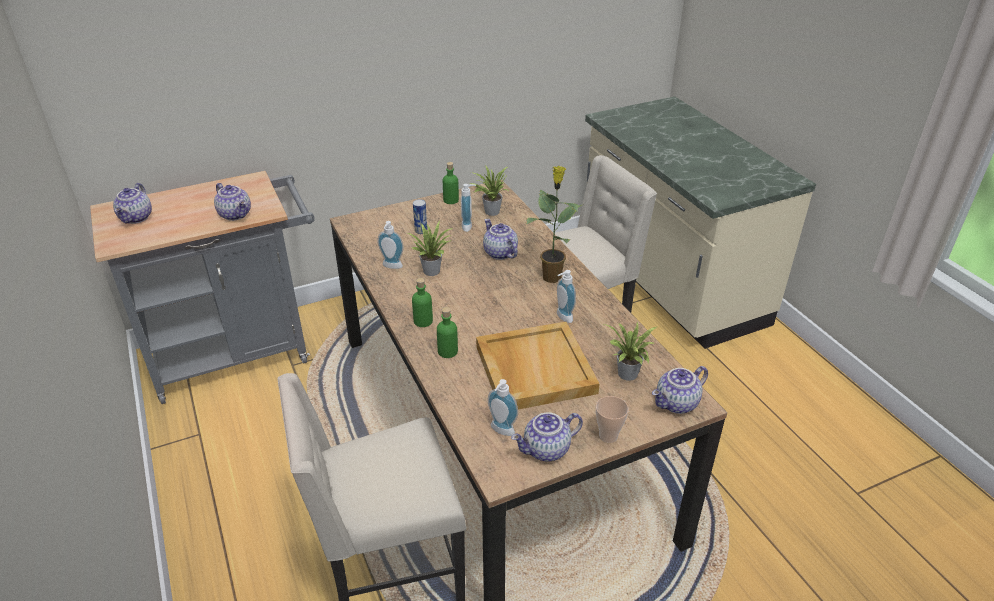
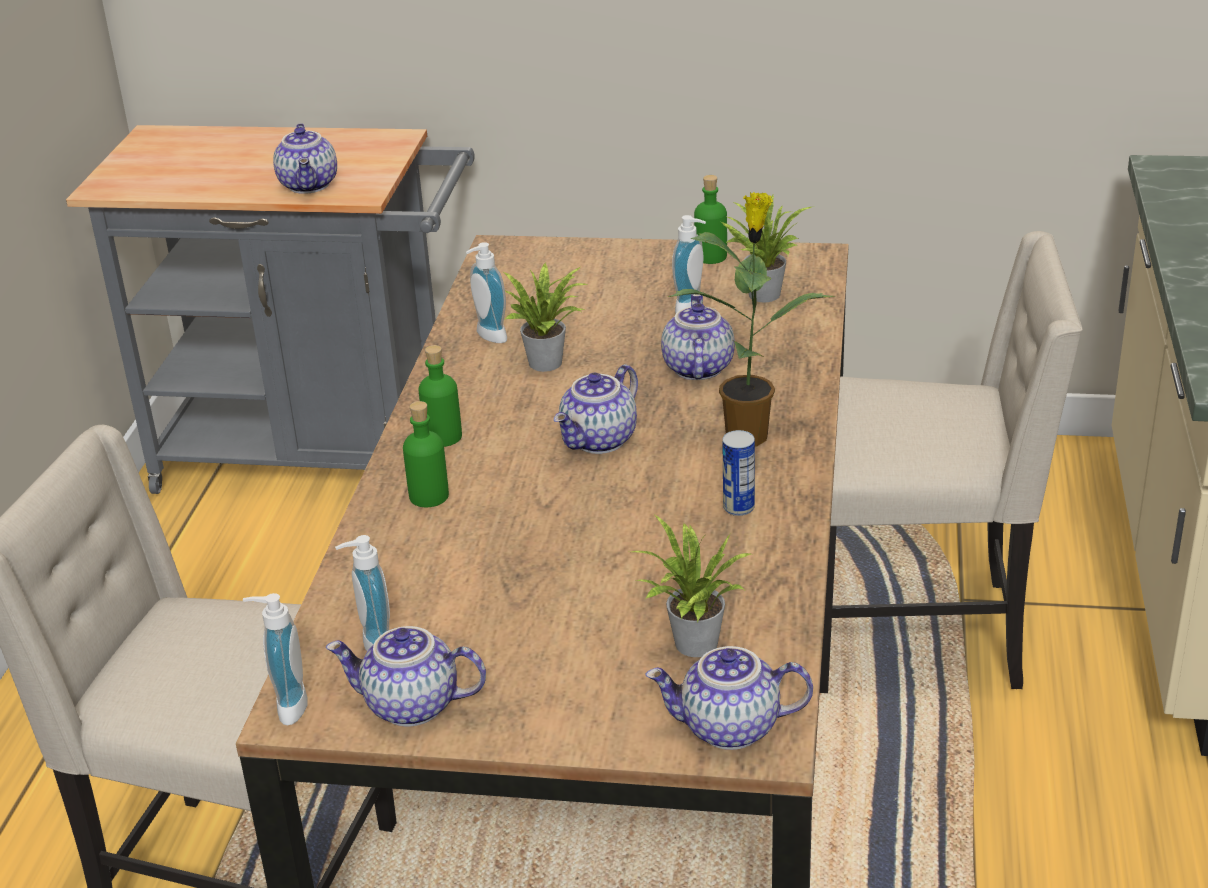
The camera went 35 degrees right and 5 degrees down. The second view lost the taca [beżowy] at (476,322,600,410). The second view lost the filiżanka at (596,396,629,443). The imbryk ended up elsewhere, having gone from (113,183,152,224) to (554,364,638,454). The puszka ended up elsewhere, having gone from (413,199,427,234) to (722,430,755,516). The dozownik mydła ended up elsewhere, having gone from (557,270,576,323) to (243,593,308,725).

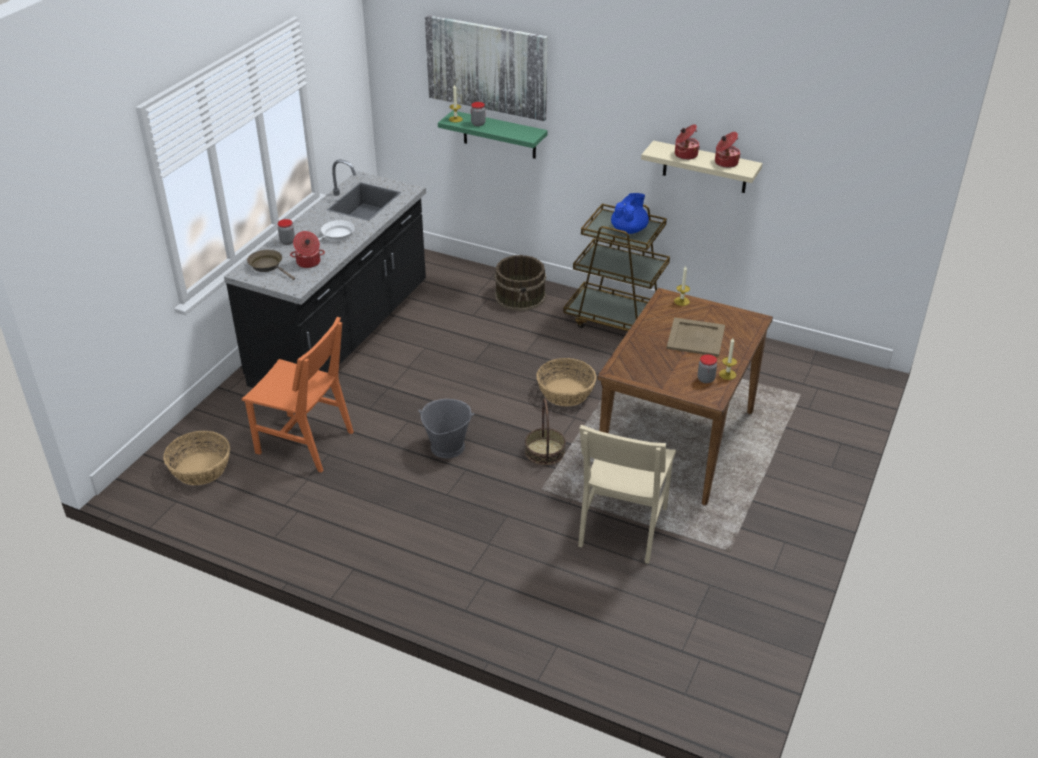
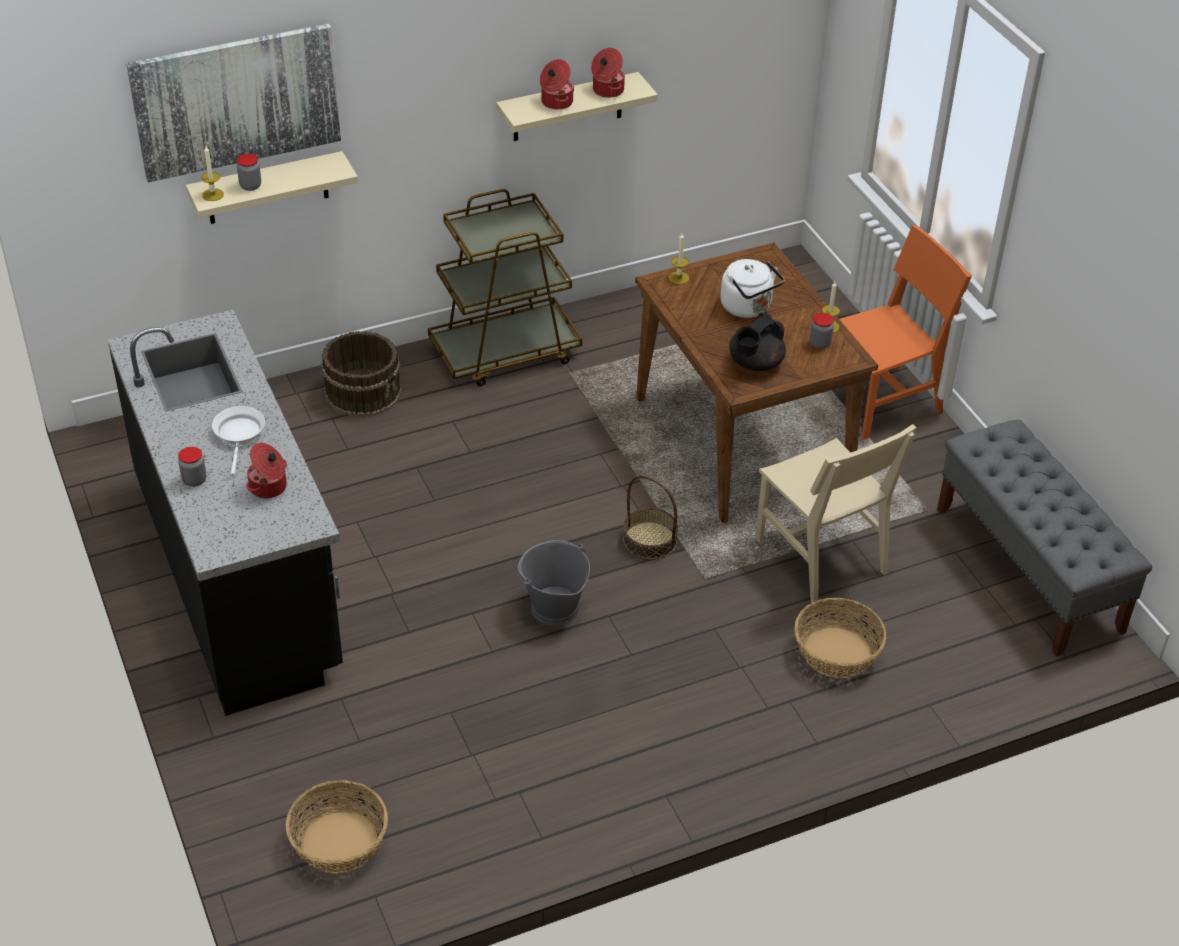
The camera went 50 degrees left and 5 degrees up. The second view lost the patelnia [brązowy] at (247,250,295,280). The second view lost the imbryk [niebieski] at (611,193,649,234). The second view gained the imbryk [czarny] at (729,312,786,371). The second view gained the ławka [szary] at (937,419,1152,657). The krzesło [pomarańczowy] ended up elsewhere, having gone from (242,317,354,473) to (822,225,972,440). The koszyk ended up elsewhere, having gone from (536,358,596,407) to (794,598,886,678). Where the taca [beżowy] stood at (666,317,725,357), the czajnik [biały] came to stand at (720,259,785,318). What was the półka [zielony] at (438,110,548,159) turned into the półka [beżowy] at (186,151,358,224).

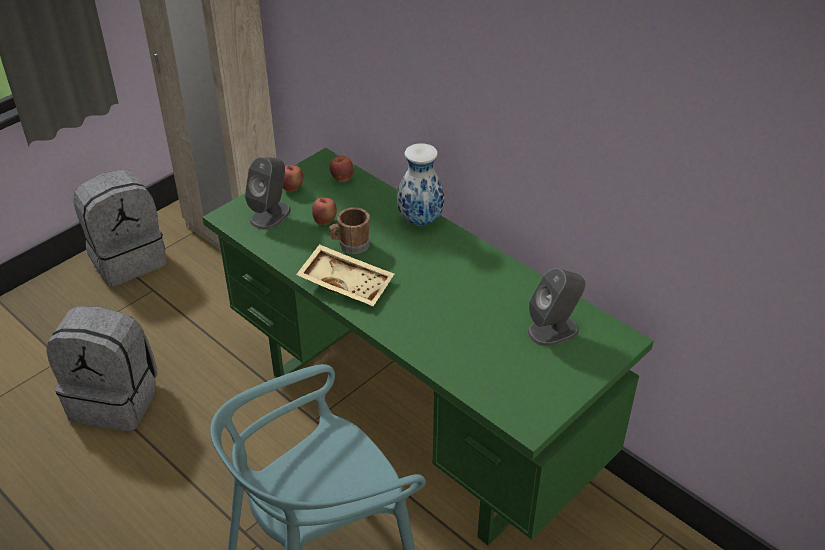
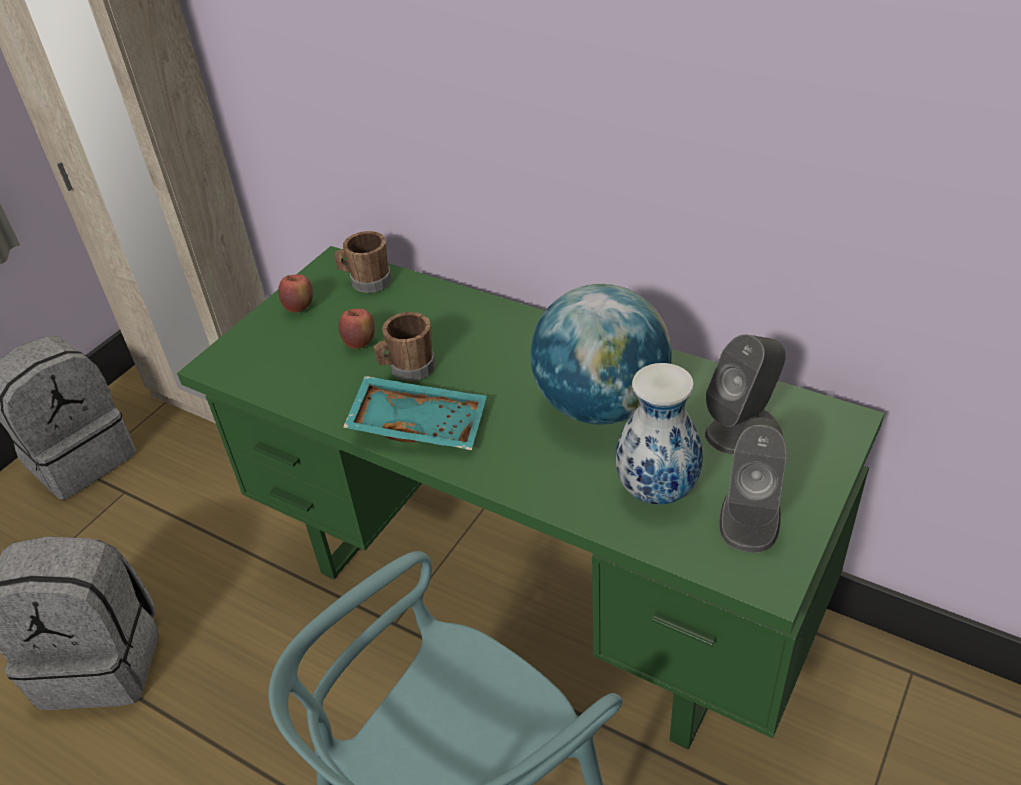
The camera went 10 degrees left and 0 degrees up. The second view gained the globus at (530,284,672,425). The głośnik [szary] ended up elsewhere, having gone from (245,157,291,230) to (720,417,787,553). The wazon ended up elsewhere, having gone from (397,143,445,226) to (616,363,703,505). Where the jabłko stood at (330,156,354,182), the kubek [brązowy] came to stand at (334,231,392,293). What was the taca [beżowy] at (296,244,394,306) turned into the taca [turkusowy] at (343,376,487,450).

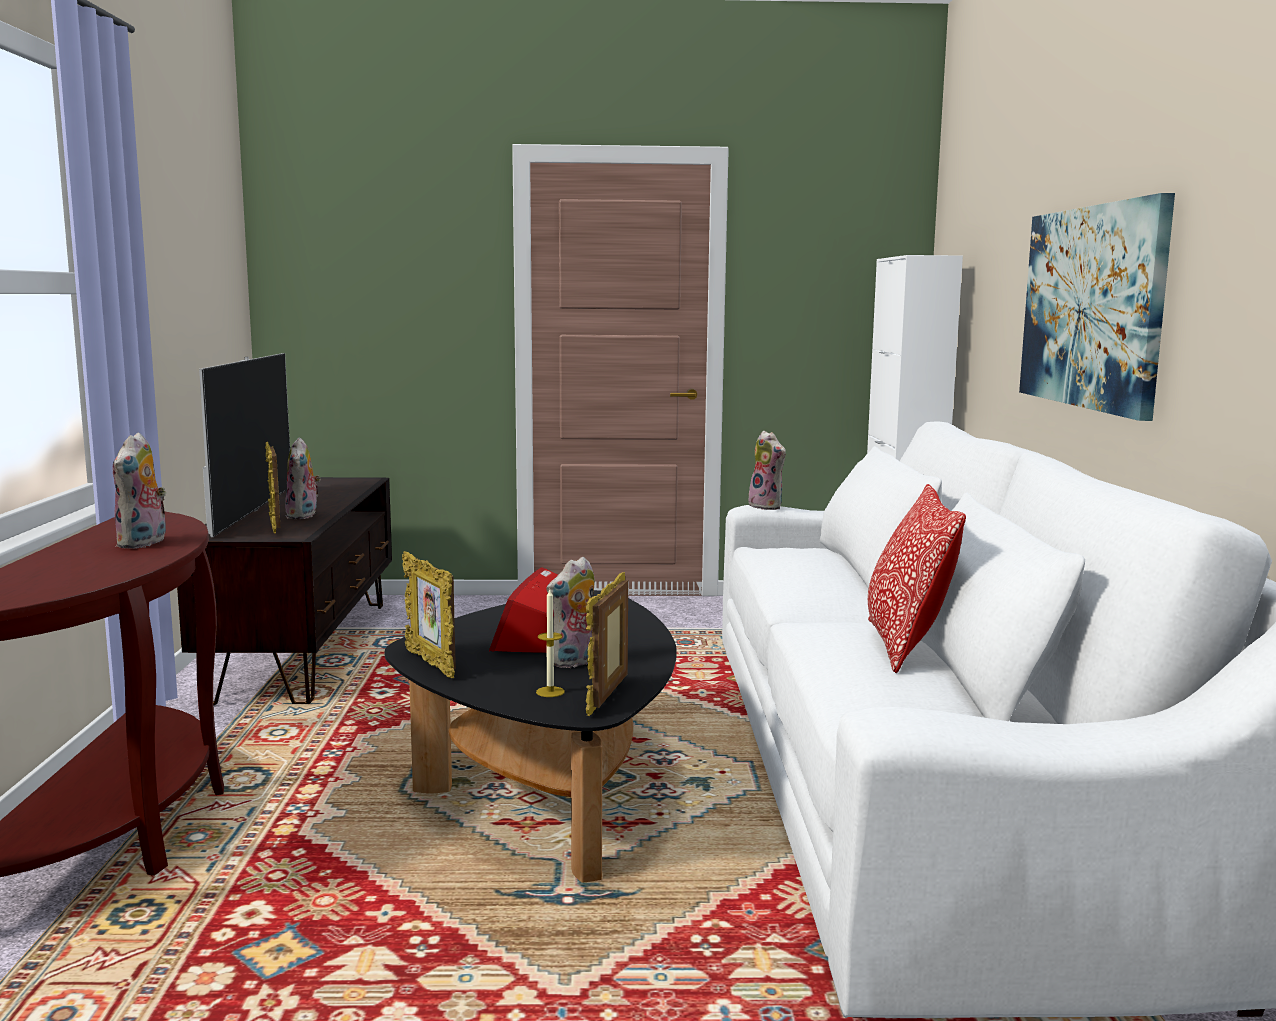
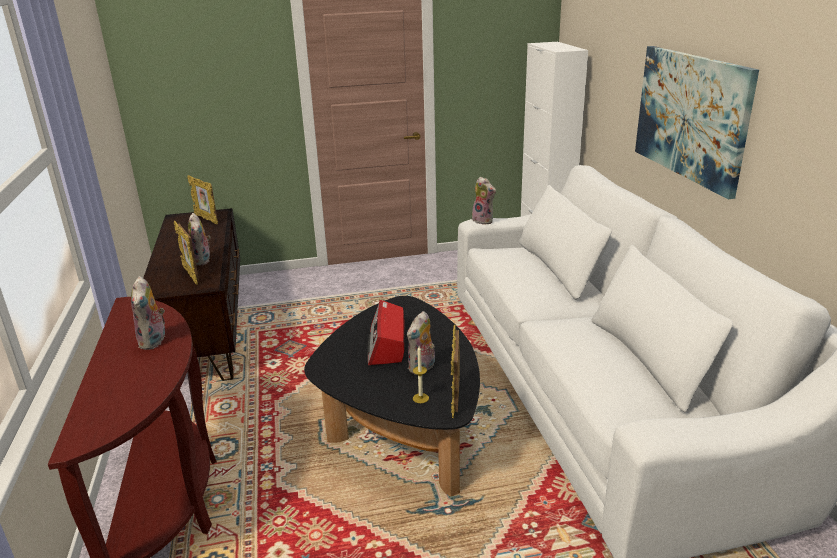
The camera went 10 degrees left and 15 degrees up. The second view lost the telewizor at (199,353,290,537). The second view lost the poduszka at (868,484,966,673). The ramka na zdjęcie ended up elsewhere, having gone from (402,551,456,678) to (187,175,218,224).

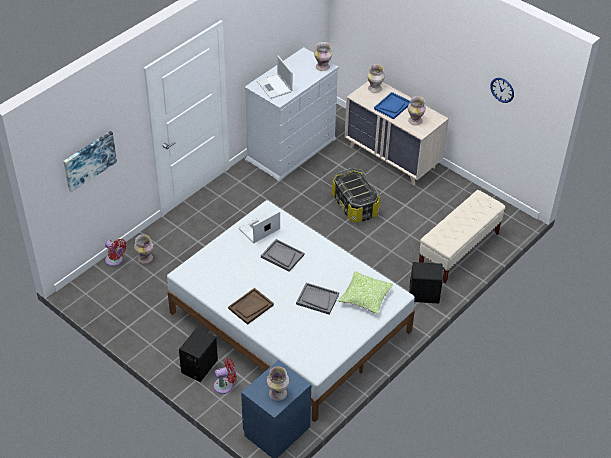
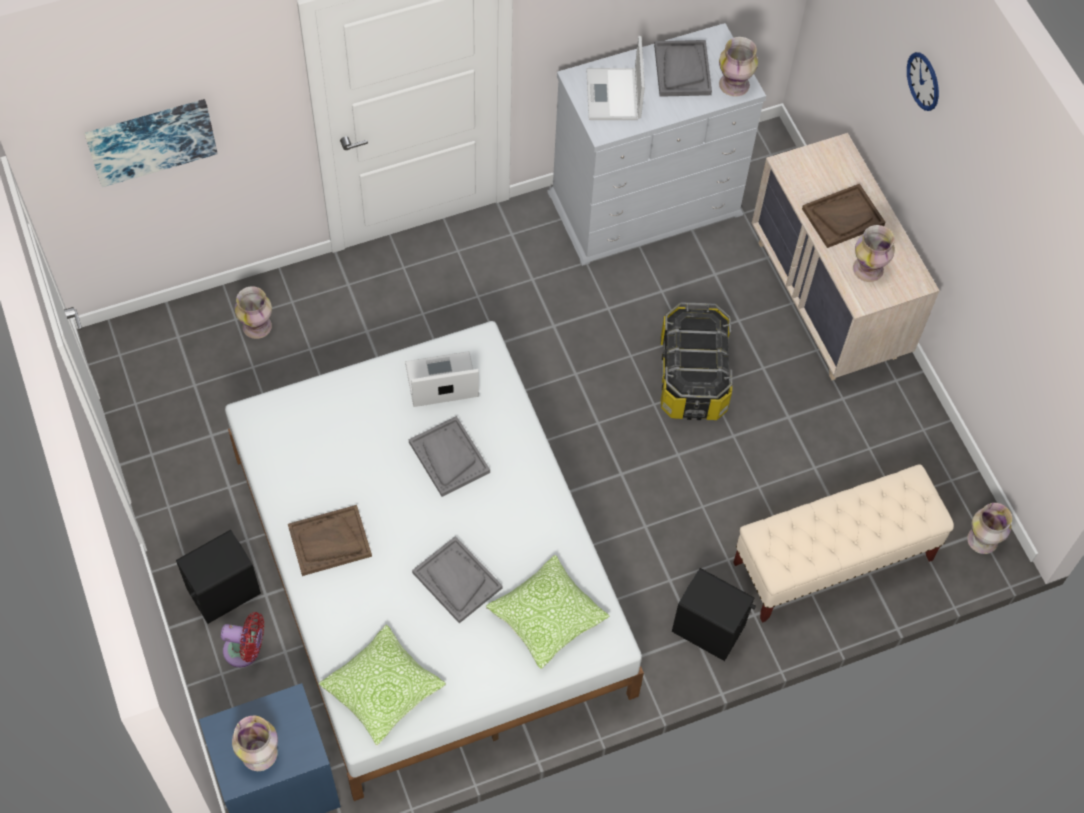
The camera went 25 degrees right and 15 degrees up. The second view lost the wentylator [czerwony] at (105,239,127,266). The second view gained the poduszka at (318,624,446,746). The second view gained the taca [szary] at (654,40,712,97). The wazon ended up elsewhere, having gone from (367,64,385,93) to (967,503,1012,554). The zegar ścienny ended up elsewhere, having gone from (490,78,514,103) to (907,52,939,111). What was the taca [niebieski] at (374,92,411,119) turned into the taca [brązowy] at (802,184,885,248).

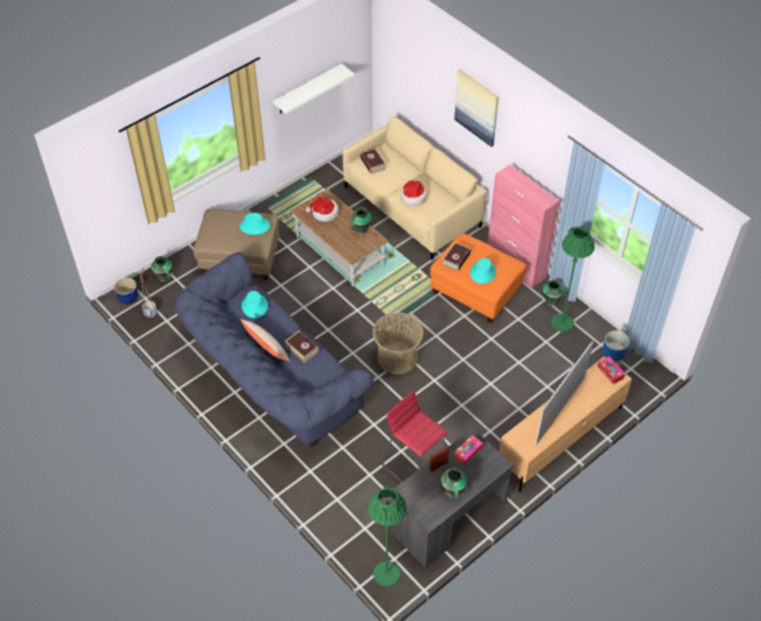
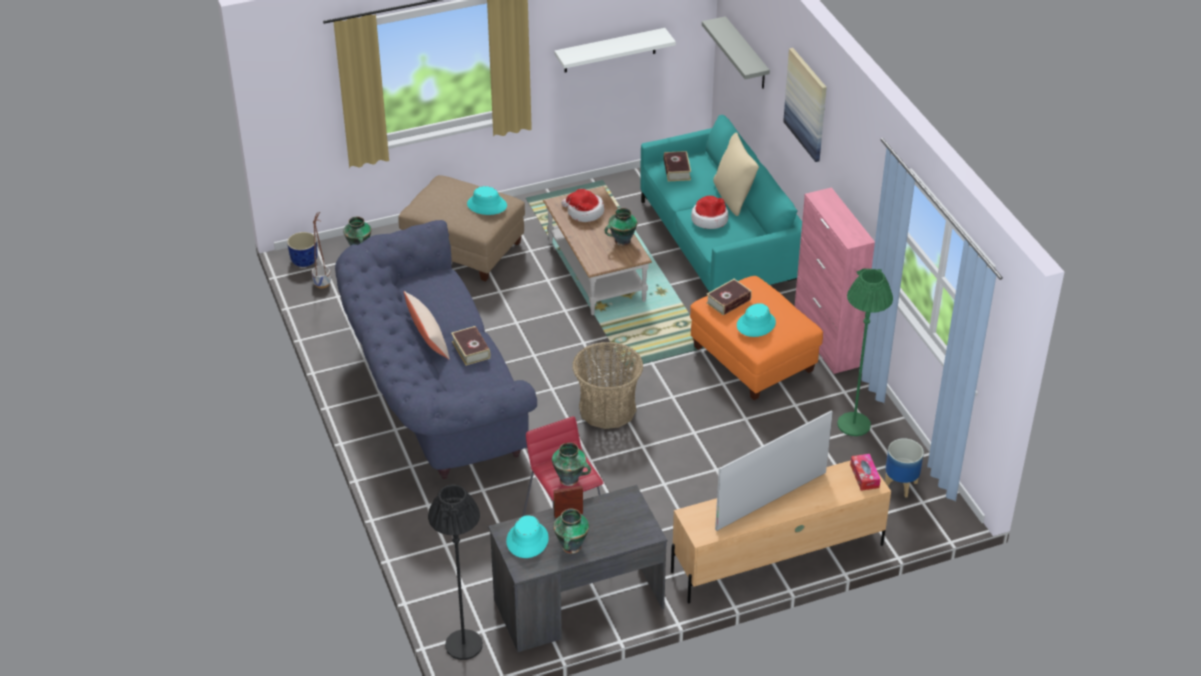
The camera went 20 degrees right and 10 degrees down. The second view lost the pudełko chusteczek at (454,435,483,465). The second view gained the półka [szary] at (702,16,770,89). The second view gained the poduszka [beżowy] at (713,133,759,216). The kapelusz [turkusowy] ended up elsewhere, having gone from (242,291,268,318) to (506,515,549,558). The wazon ended up elsewhere, having gone from (543,280,568,306) to (552,442,591,486). What was the kanapa [beżowy] at (343,116,487,260) turned into the kanapa [turkusowy] at (640,115,802,292). What was the lampa stojąca [zielony] at (368,488,407,587) turned into the lampa stojąca [czarny] at (428,485,483,660).

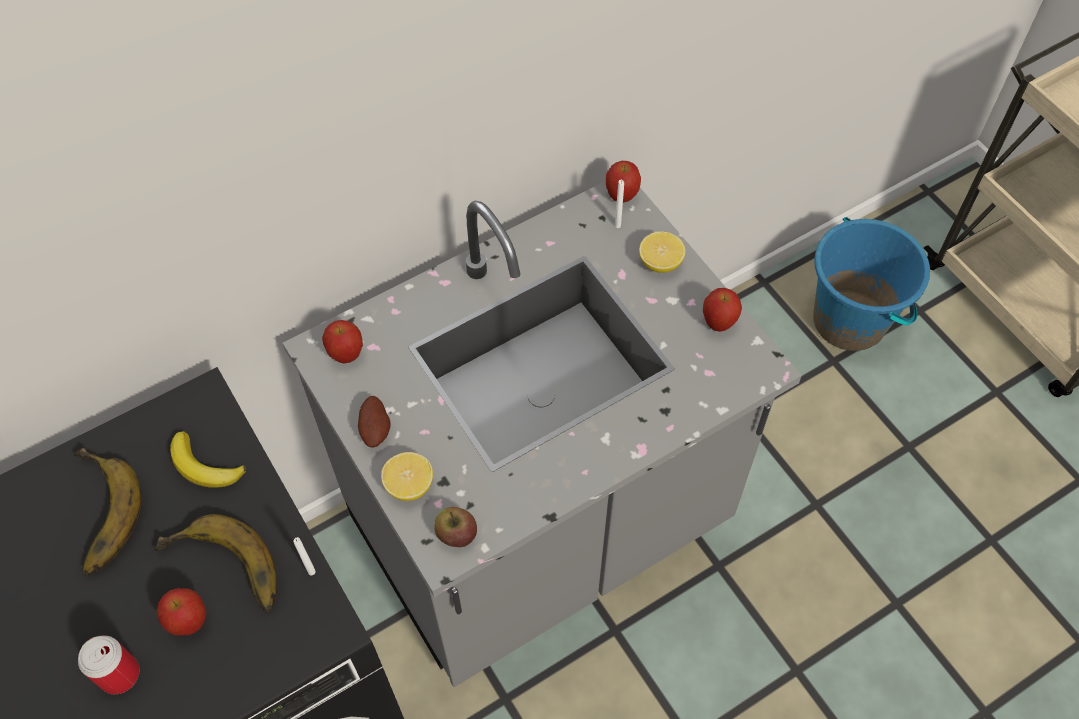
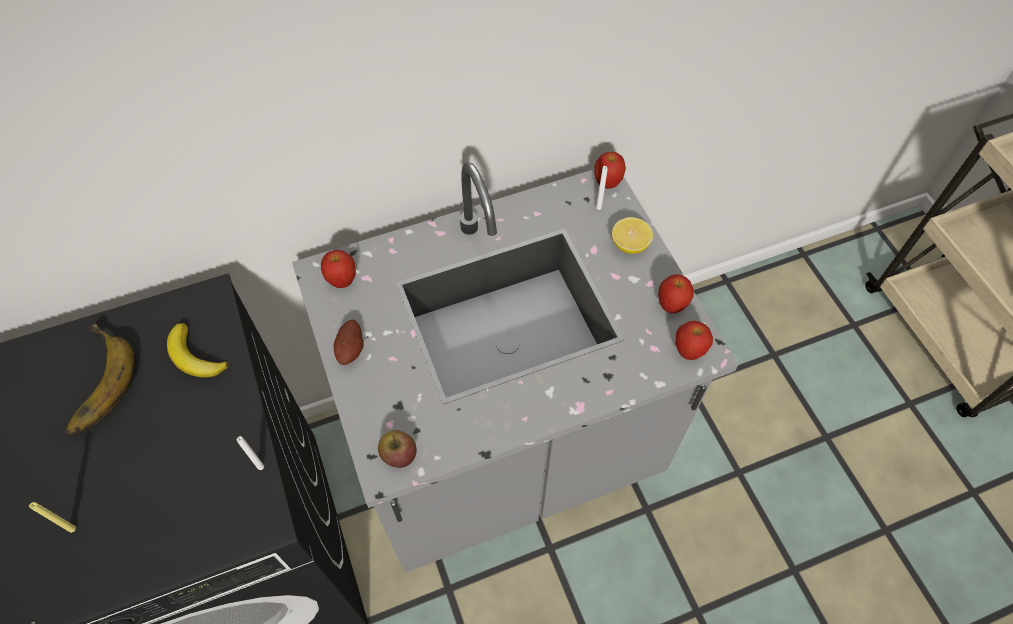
The camera went 10 degrees right and 0 degrees up. The second view lost the banan at (154,514,277,612). The second view lost the cytryna at (381,452,433,501). The second view lost the wiadro [niebieski] at (813,217,930,351). The jabłko ended up elsewhere, having gone from (156,588,206,635) to (675,321,713,360). Where the puszka stood at (78,635,140,694), the świeca [żółty] came to stand at (29,502,76,533).

